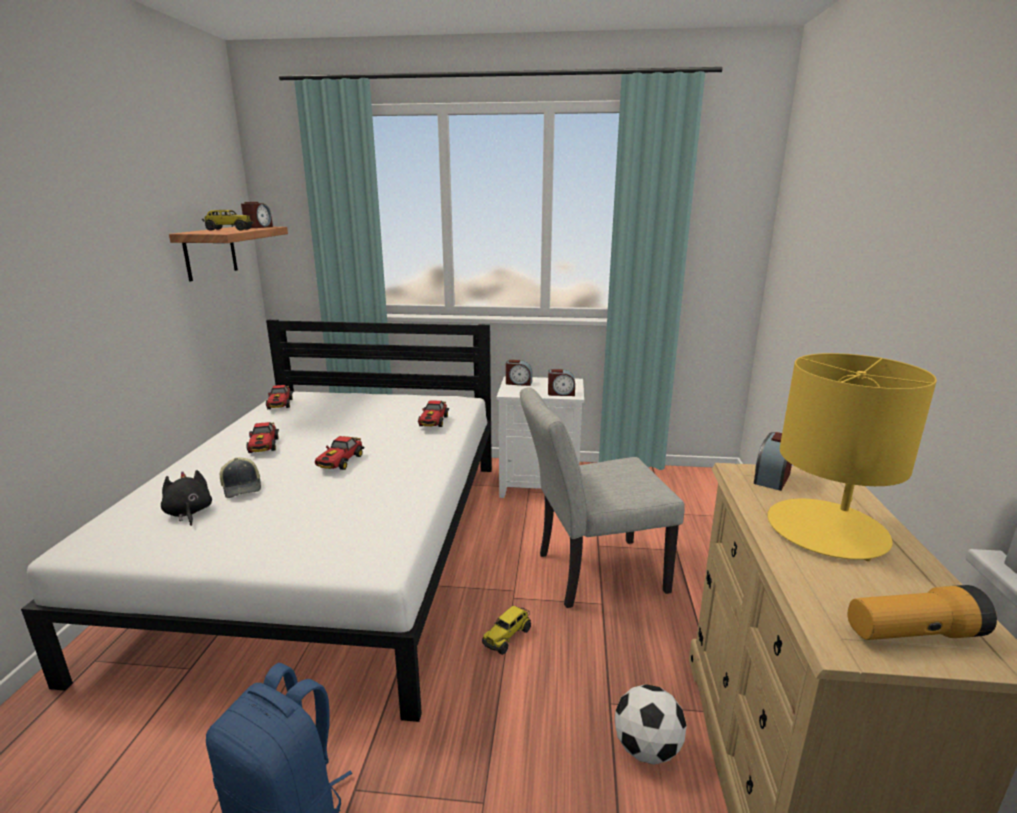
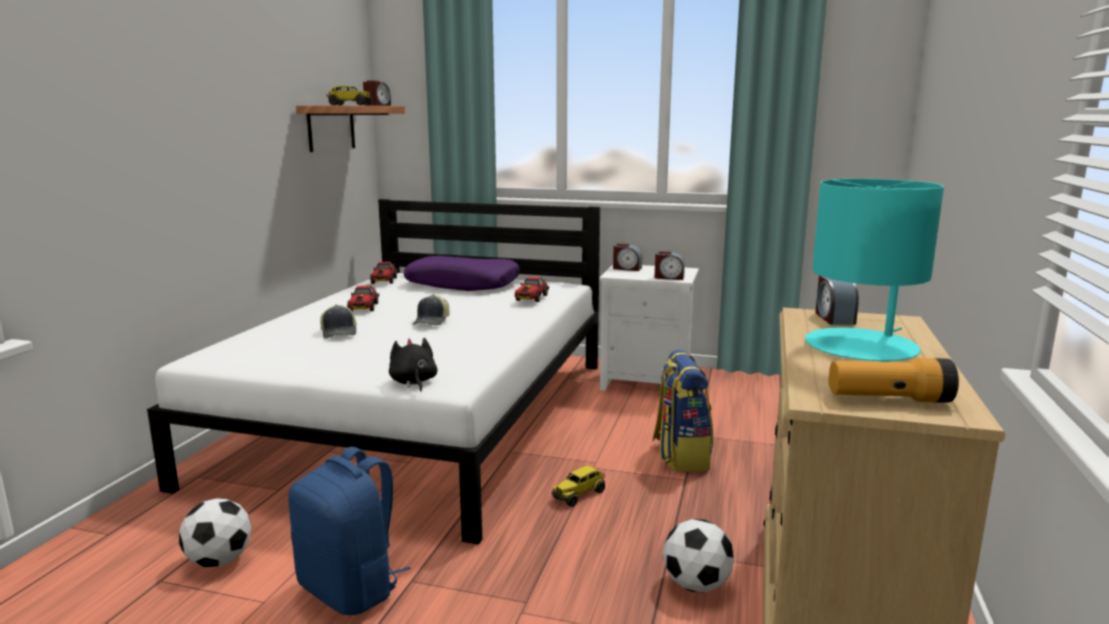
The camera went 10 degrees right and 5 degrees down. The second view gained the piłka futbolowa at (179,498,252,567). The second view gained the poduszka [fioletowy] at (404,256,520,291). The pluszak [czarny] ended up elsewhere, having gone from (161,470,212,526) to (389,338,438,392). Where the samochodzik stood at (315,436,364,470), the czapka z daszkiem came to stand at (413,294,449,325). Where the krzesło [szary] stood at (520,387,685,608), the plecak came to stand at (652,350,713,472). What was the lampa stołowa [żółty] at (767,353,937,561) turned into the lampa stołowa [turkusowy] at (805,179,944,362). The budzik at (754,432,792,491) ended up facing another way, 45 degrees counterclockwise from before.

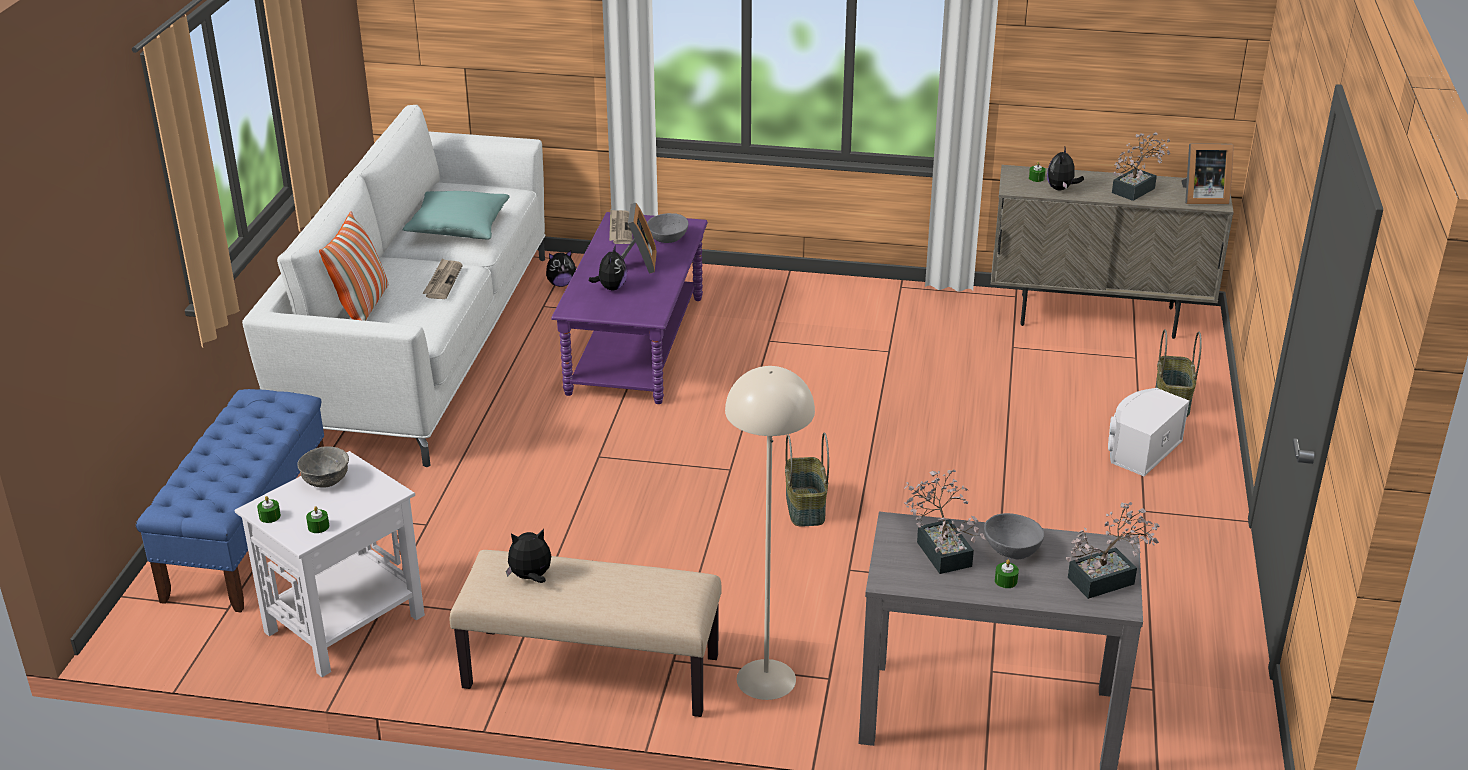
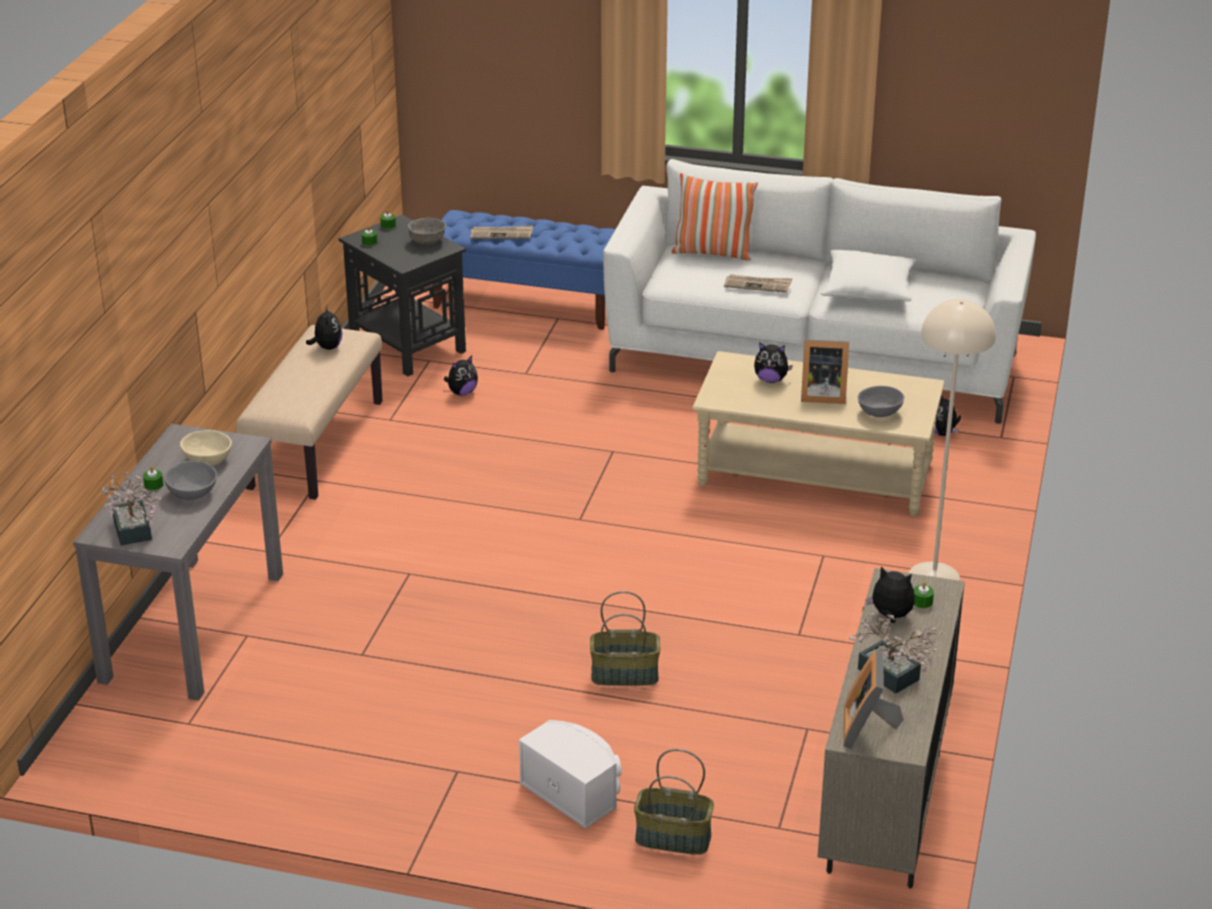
The camera went 95 degrees right and 0 degrees up. The second view gained the pluszak at (444,356,478,396). The gazeta ended up elsewhere, having gone from (609,209,633,244) to (470,225,533,239). The lampa stojąca [beżowy] ended up elsewhere, having gone from (725,366,815,700) to (909,299,996,581). The koszyk ended up elsewhere, having gone from (785,433,829,527) to (590,591,661,686). Where the roślina doniczkowa stood at (904,469,986,574), the miska [beżowy] came to stand at (180,430,232,466). What was the stolik [biały] at (235,451,425,677) turned into the stolik [czarny] at (339,215,466,376). What was the poduszka [turkusowy] at (403,191,509,240) turned into the poduszka [biały] at (821,249,917,301). What was the ława [fioletowy] at (551,212,708,404) turned into the ława [beżowy] at (692,351,945,516).

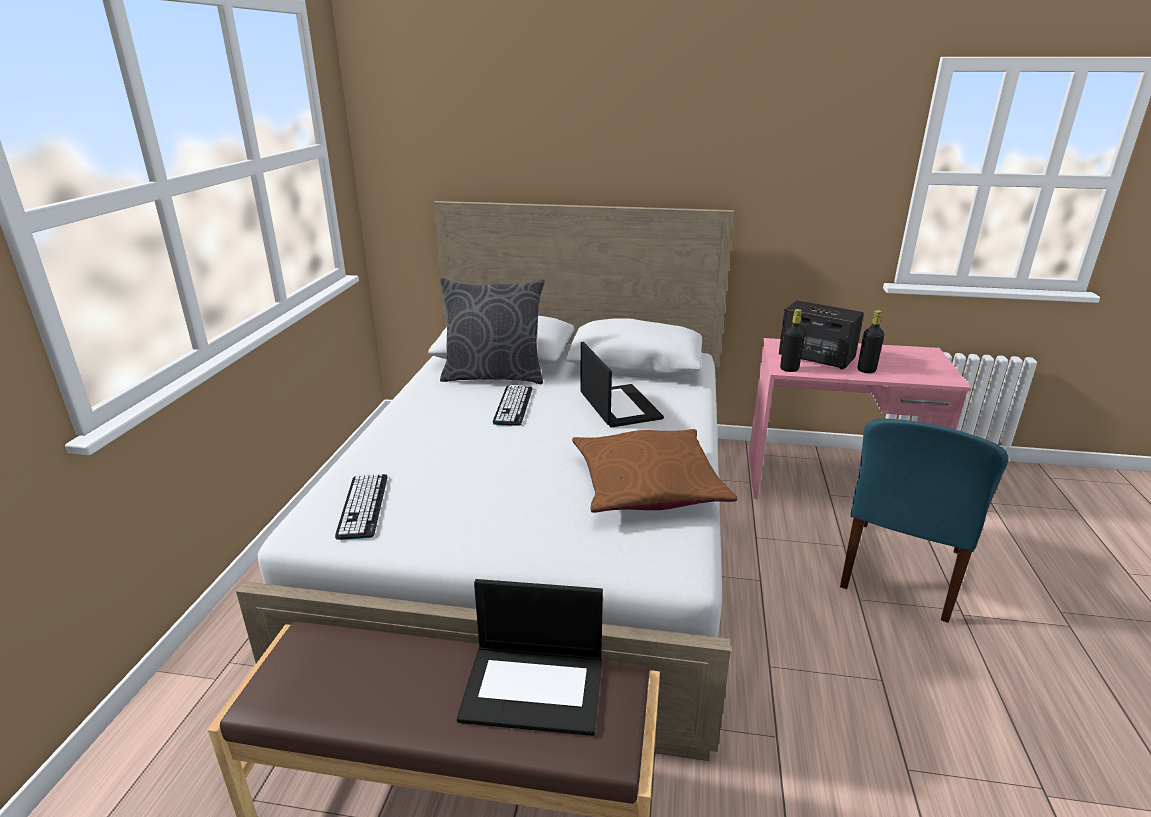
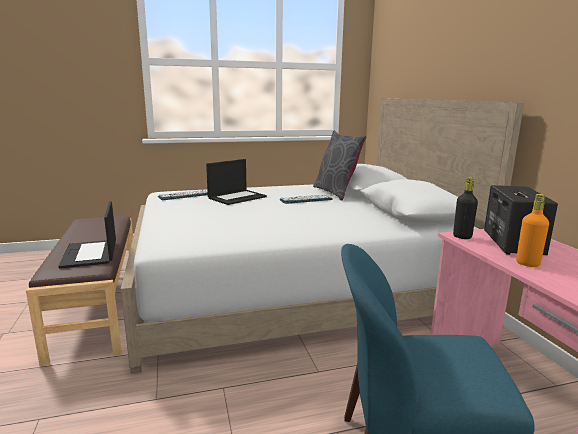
The camera went 65 degrees right and 10 degrees down. The second view lost the poduszka [brązowy] at (572,429,737,513). The laptop ended up elsewhere, having gone from (581,342,664,428) to (206,159,267,205). What was the butelka [czarny] at (858,310,884,373) turned into the butelka [pomarańczowy] at (516,194,549,267).

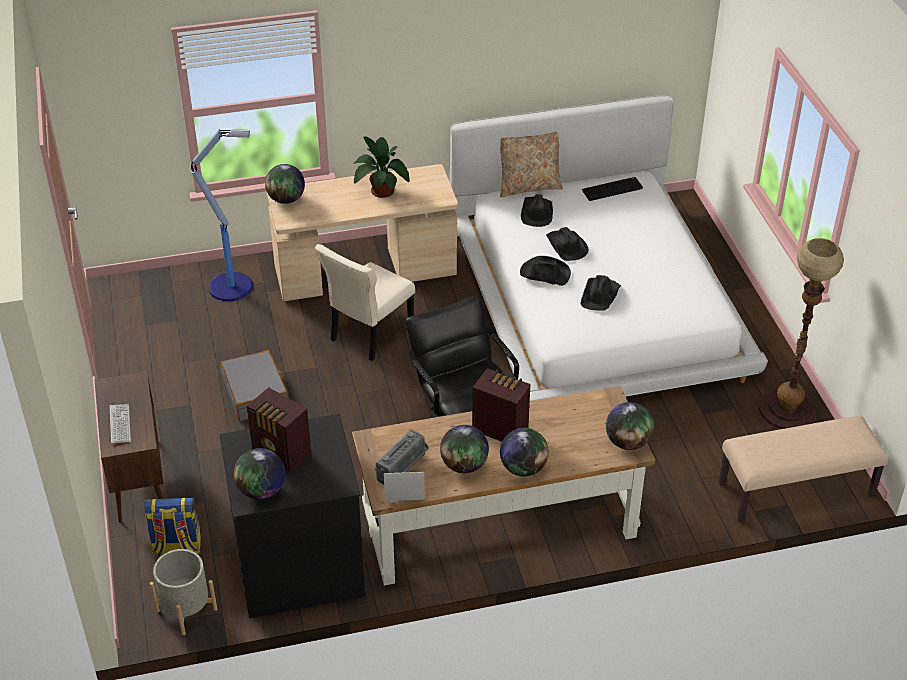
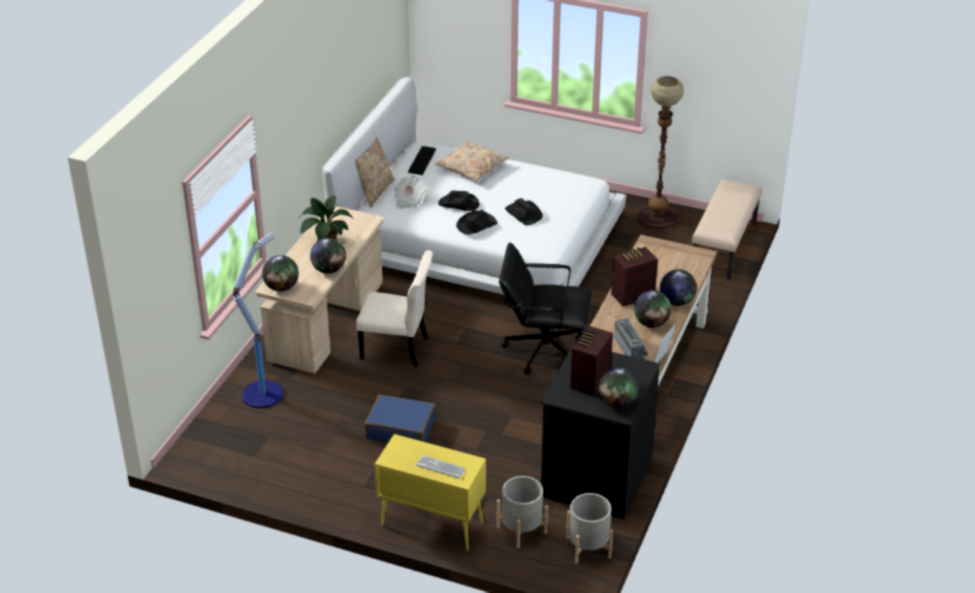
The camera went 55 degrees left and 5 degrees down. The second view gained the poduszka [beżowy] at (435,141,509,181). The globus ended up elsewhere, having gone from (606,402,654,450) to (310,238,346,274). Where the plecak stood at (144,497,201,557), the donica [szary] came to stand at (497,476,548,548). Where the kapelusz [czarny] stood at (521,194,553,227), the gazeta came to stand at (394,175,427,209). What was the szafka [brązowy] at (95,371,164,523) turned into the szafka [żółty] at (375,434,486,551). What was the walizka [szary] at (220,350,288,421) turned into the walizka [niebieski] at (365,395,436,443). The radio at (247,387,311,472) ended up facing another way, 135 degrees clockwise from before. The krzesło [beżowy] at (315,244,415,361) ended up facing another way, 60 degrees counterclockwise from before.

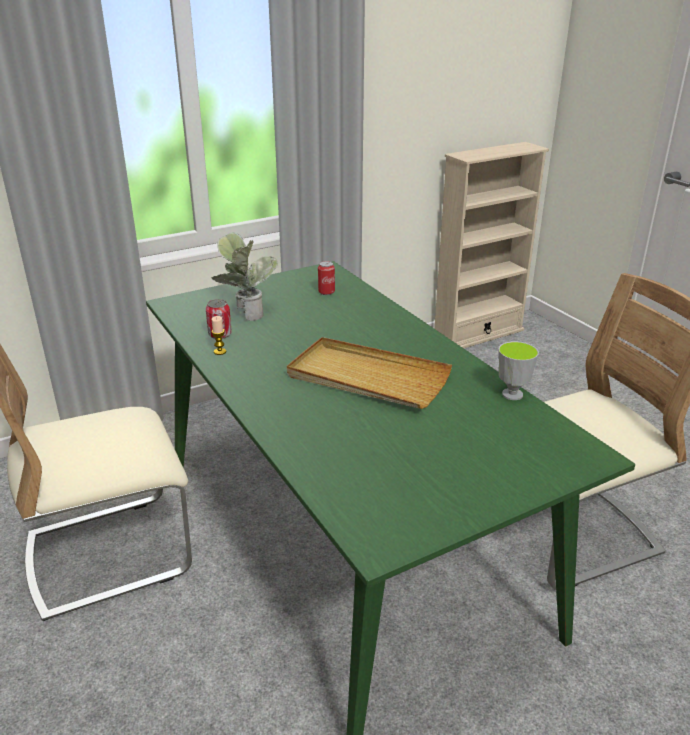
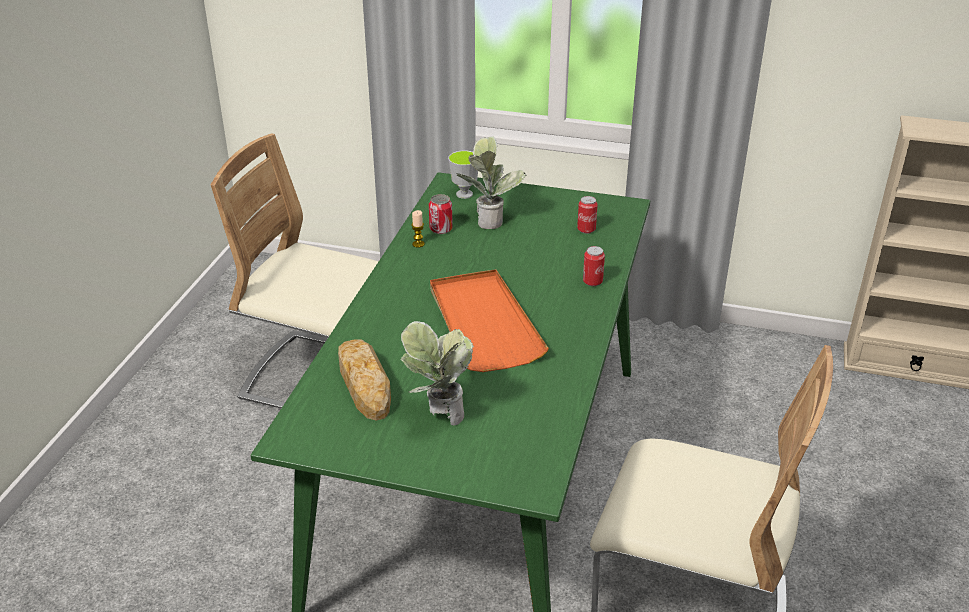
The camera went 45 degrees right and 5 degrees up. The second view gained the chleb at (338,340,391,421). The second view gained the roślina doniczkowa at (401,321,474,426). The second view gained the puszka at (583,246,605,286). The filiżanka ended up elsewhere, having gone from (498,341,539,400) to (448,150,478,199). What was the taca [beżowy] at (287,337,452,409) turned into the taca [pomarańczowy] at (430,269,549,372).

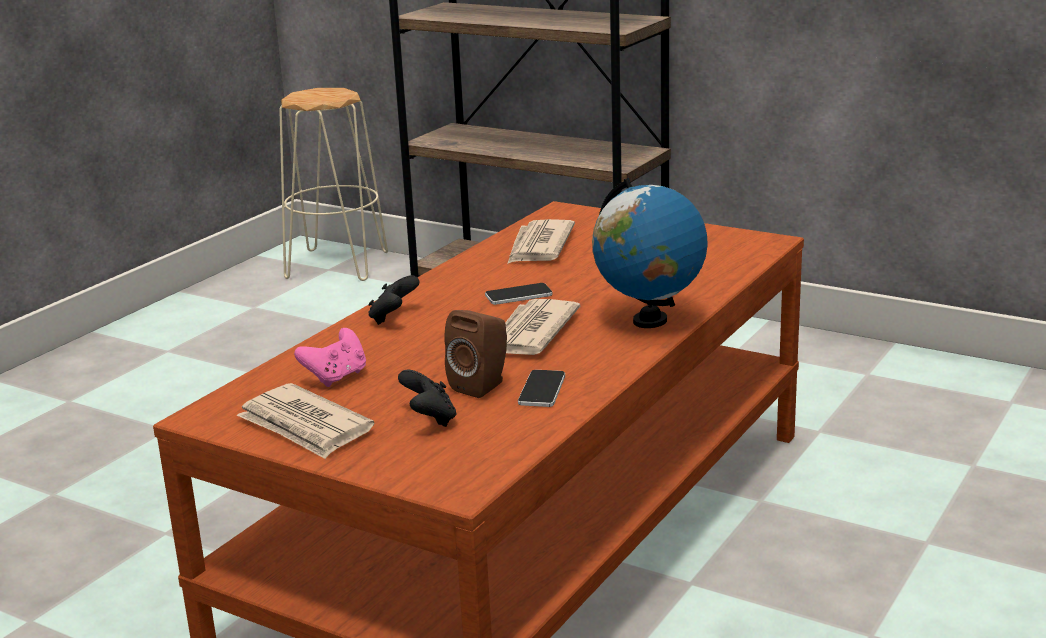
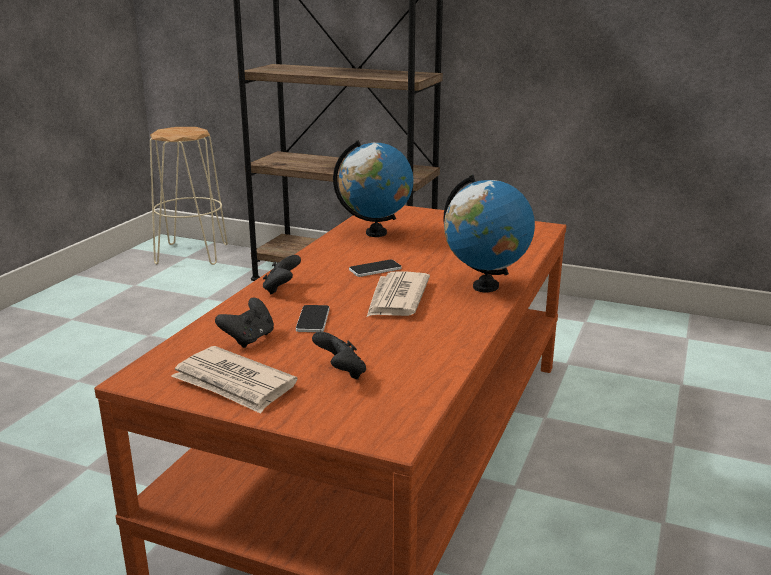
The camera went 10 degrees left and 0 degrees up. The second view lost the głośnik [brązowy] at (444,310,507,398). The telefon ended up elsewhere, having gone from (518,370,565,407) to (296,305,330,332). Where the gazeta stood at (507,219,575,264), the globus came to stand at (333,140,414,237). What was the pad do gier [różowy] at (294,328,366,387) turned into the pad do gier [czarny] at (215,298,274,348).

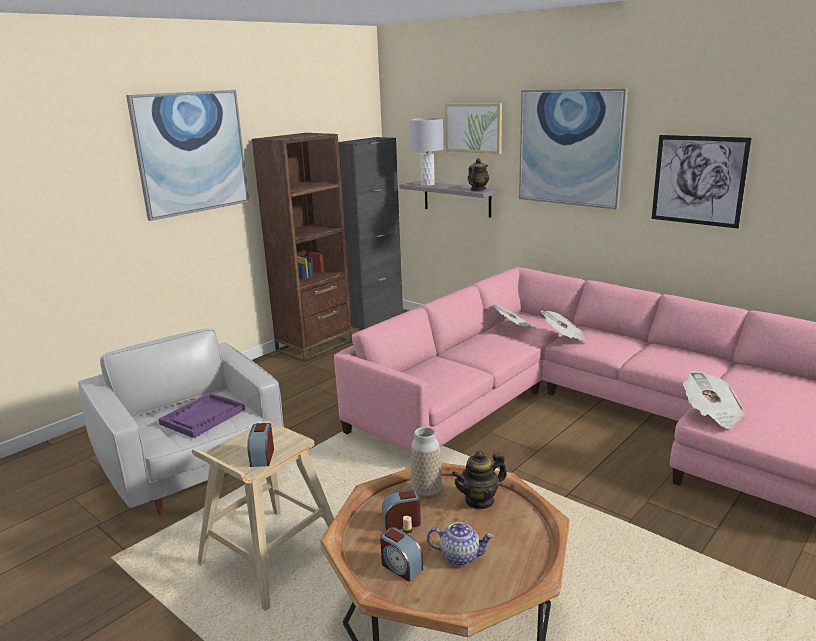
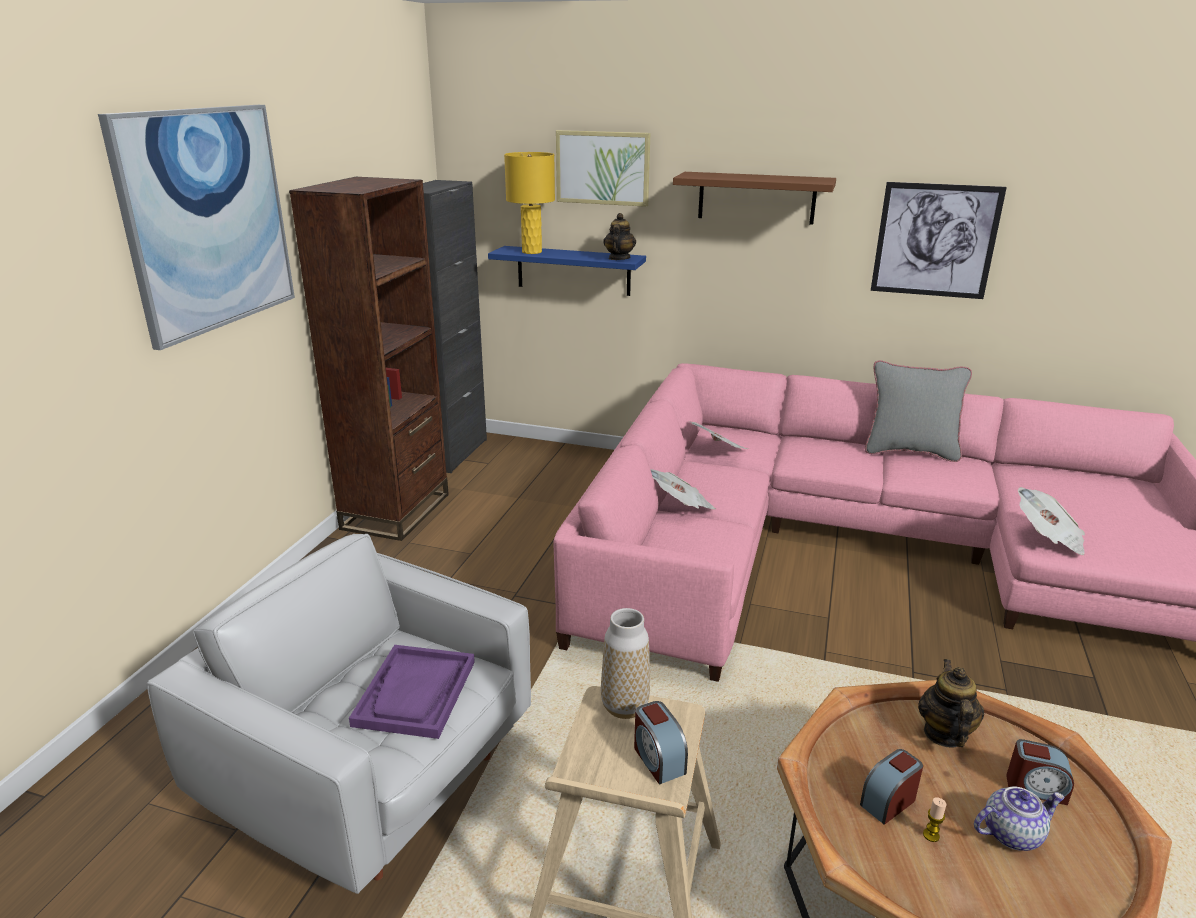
The camera went 25 degrees left and 5 degrees up. The second view gained the poduszka [szary] at (865,360,972,462). The budzik ended up elsewhere, having gone from (380,527,423,582) to (1006,739,1074,806). The wazon ended up elsewhere, having gone from (411,427,442,499) to (601,608,650,719). The gazeta ended up elsewhere, having gone from (541,311,587,342) to (650,469,716,510). Where the obraz hung at (519,88,628,209), the półka [brązowy] came to hang at (673,172,836,225). What was the półka [szary] at (399,181,501,218) turned into the półka [niebieski] at (488,246,646,296). What was the lampa stołowa [szary] at (409,118,443,186) turned into the lampa stołowa [żółty] at (504,152,555,254). The imbryk at (452,450,507,510) ended up facing another way, 150 degrees clockwise from before.

